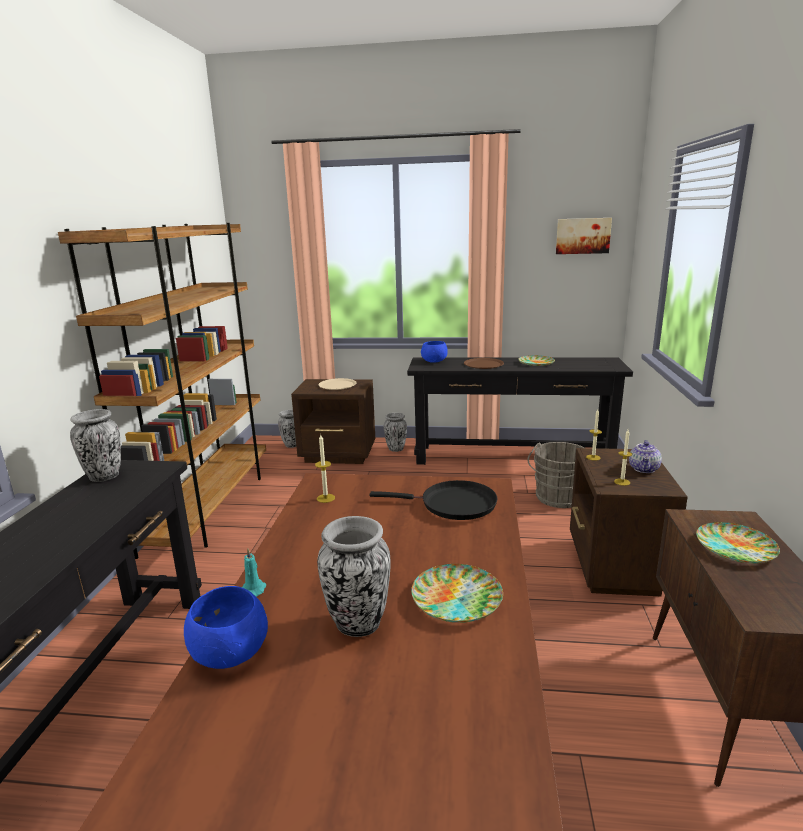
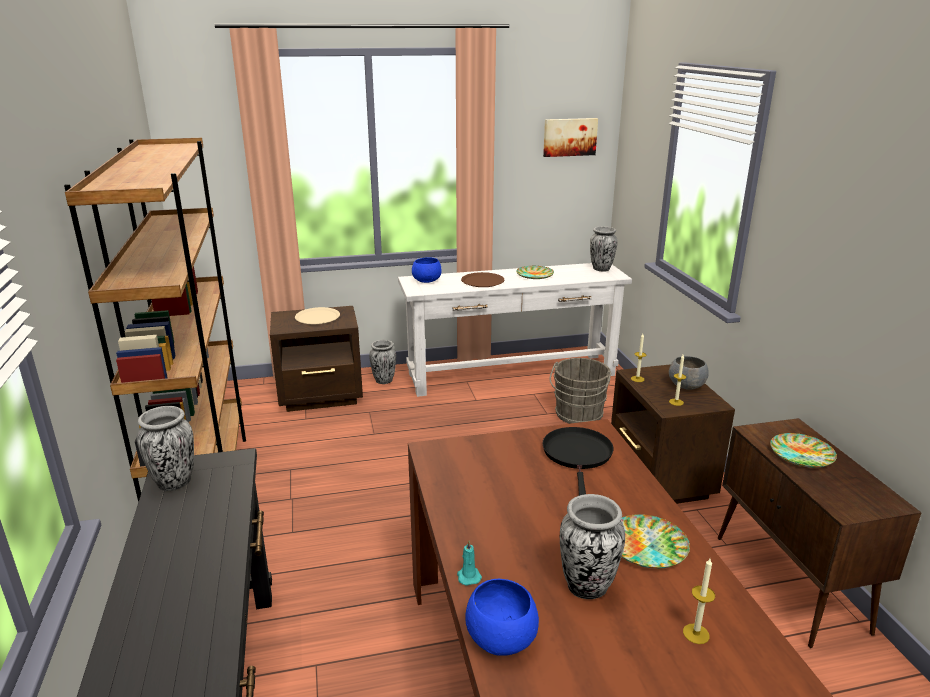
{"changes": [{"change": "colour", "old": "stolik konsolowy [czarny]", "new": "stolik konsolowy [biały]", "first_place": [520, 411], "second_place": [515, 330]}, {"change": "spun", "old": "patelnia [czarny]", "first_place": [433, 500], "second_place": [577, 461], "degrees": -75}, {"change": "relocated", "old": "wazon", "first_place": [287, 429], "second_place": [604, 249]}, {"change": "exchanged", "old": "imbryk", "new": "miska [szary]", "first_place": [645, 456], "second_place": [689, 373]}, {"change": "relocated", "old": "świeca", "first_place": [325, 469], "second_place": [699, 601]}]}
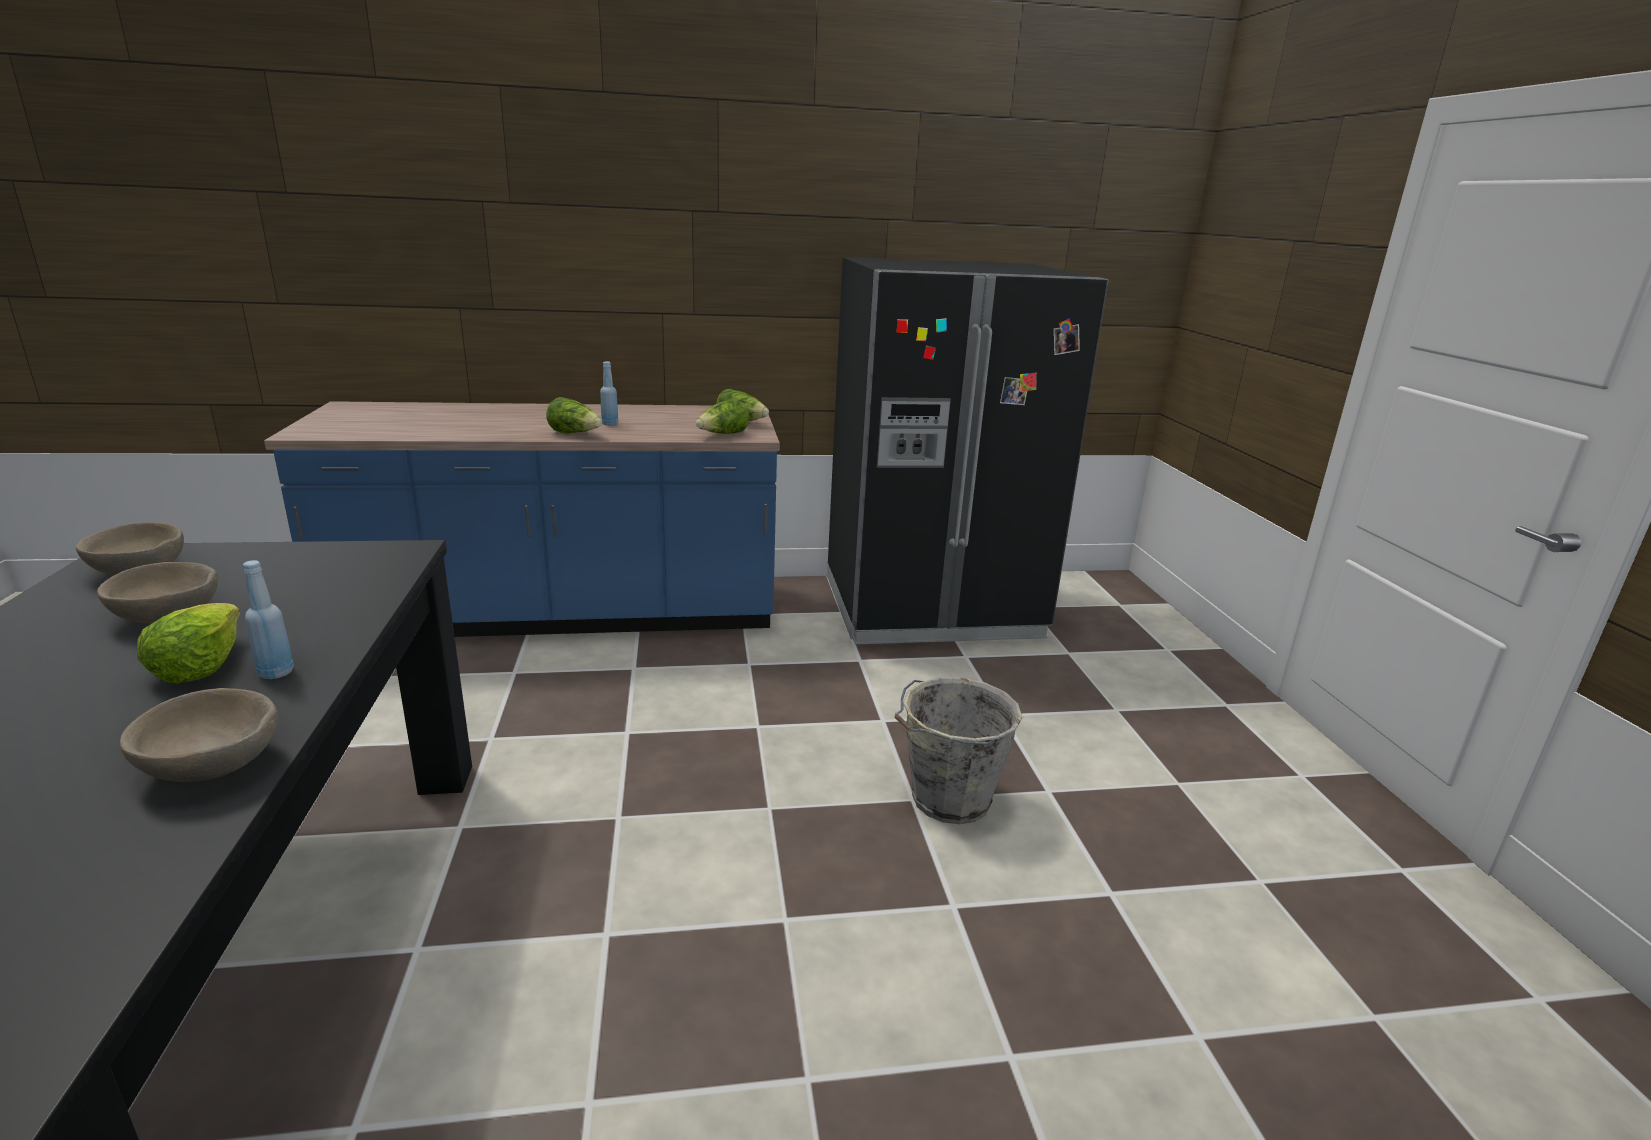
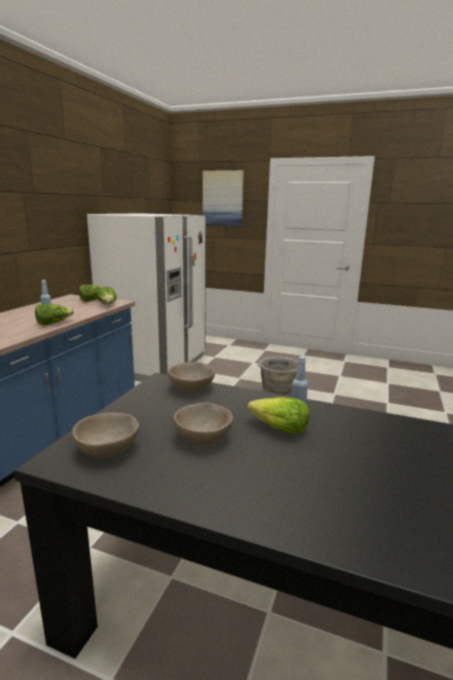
{"changes": [{"change": "colour", "old": "lodówka [czarny]", "new": "lodówka [biały]", "first_place": [968, 450], "second_place": [146, 297]}, {"change": "relocated", "old": "miska [beżowy]", "first_place": [199, 735], "second_place": [191, 377]}, {"change": "appeared", "new": "obraz", "second_place": [223, 198]}]}
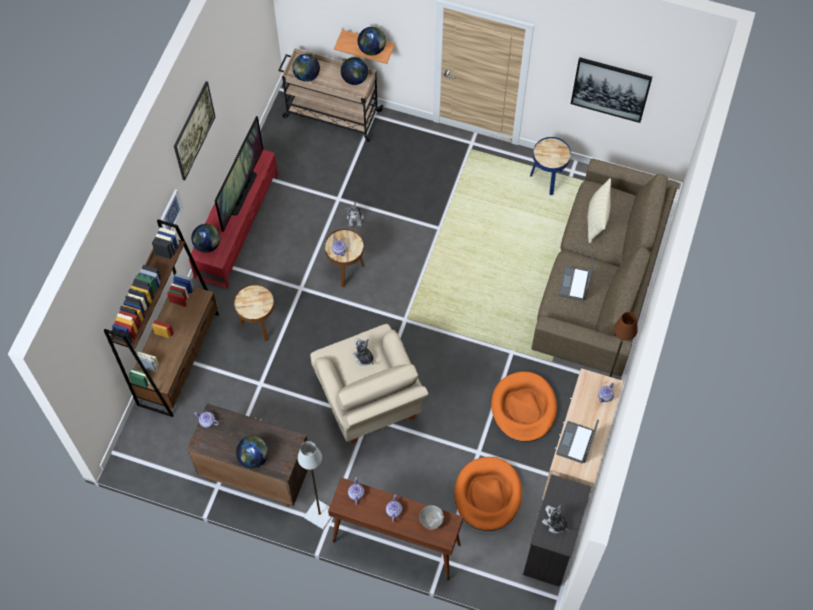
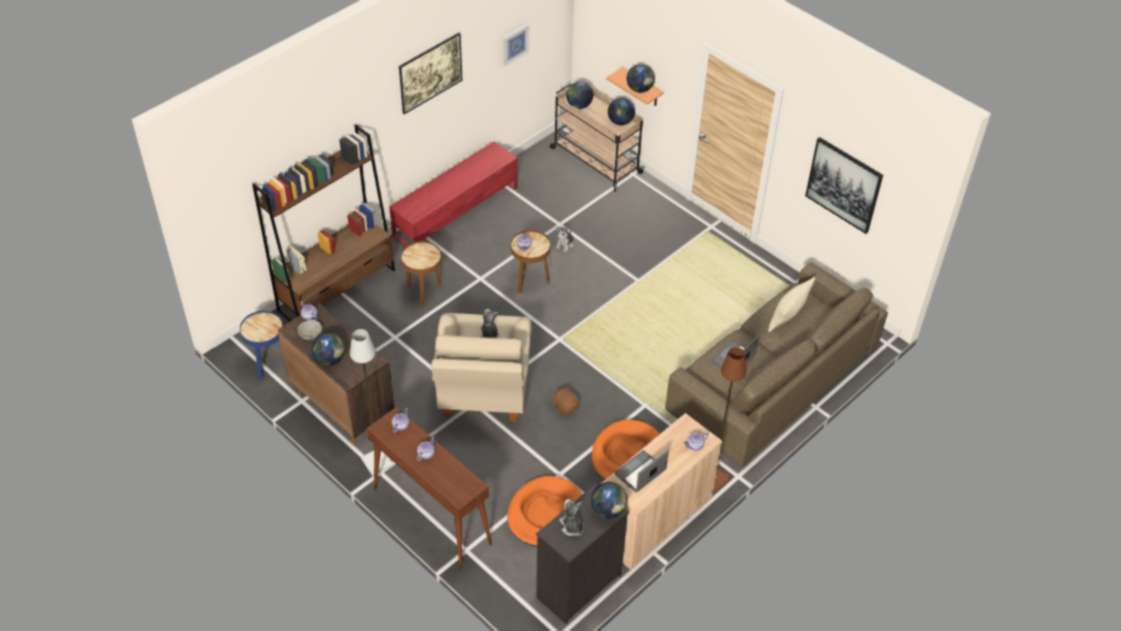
{"changes": [{"change": "relocated", "old": "stolik [niebieski]", "first_place": [550, 166], "second_place": [261, 345]}, {"change": "relocated", "old": "miska [szary]", "first_place": [431, 517], "second_place": [310, 330]}, {"change": "relocated", "old": "obraz", "first_place": [172, 210], "second_place": [516, 45]}, {"change": "appeared", "new": "pluszak [brązowy]", "second_place": [566, 401]}, {"change": "relocated", "old": "globus", "first_place": [205, 238], "second_place": [609, 500]}, {"change": "missing", "old": "telewizor", "first_place": [239, 174]}]}
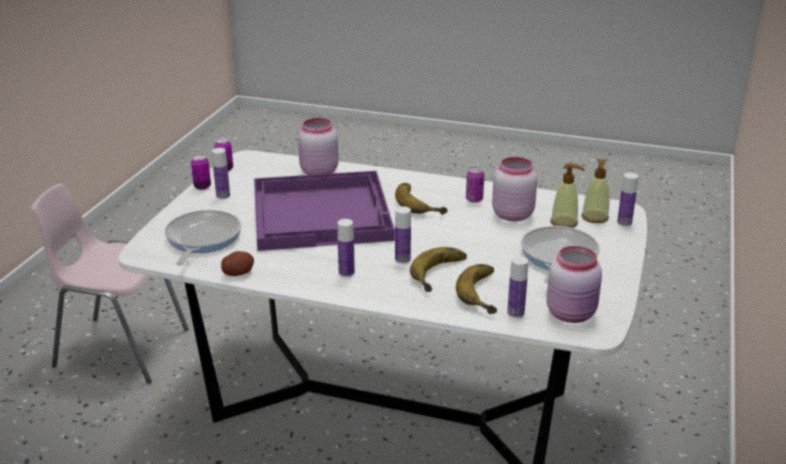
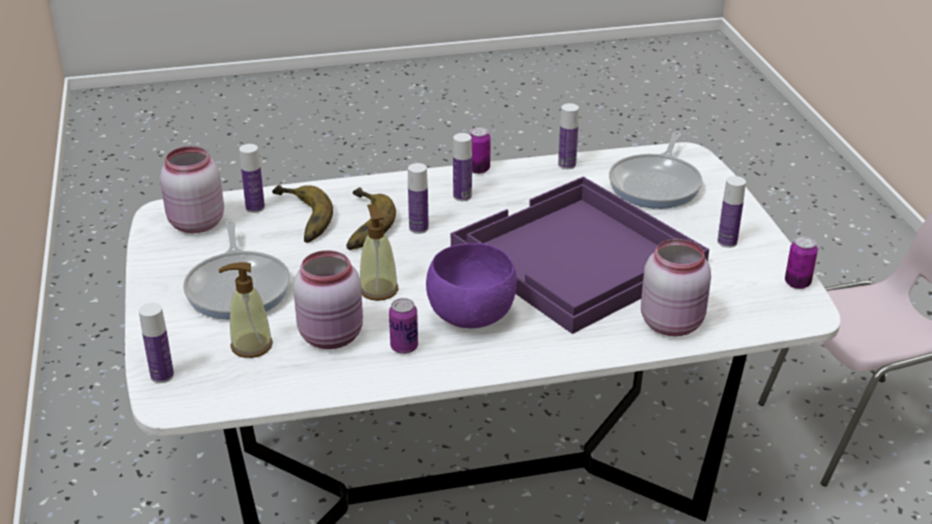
{"changes": [{"change": "relocated", "old": "dozownik mydła", "first_place": [596, 191], "second_place": [379, 252]}, {"change": "exchanged", "old": "banan", "new": "miska [fioletowy]", "first_place": [421, 199], "second_place": [471, 286]}, {"change": "relocated", "old": "puszka", "first_place": [201, 172], "second_place": [480, 150]}, {"change": "exchanged", "old": "ziemniak", "new": "butelka", "first_place": [237, 263], "second_place": [568, 136]}, {"change": "spun", "old": "patelnia", "first_place": [203, 237], "second_place": [655, 170], "degrees": 45}]}
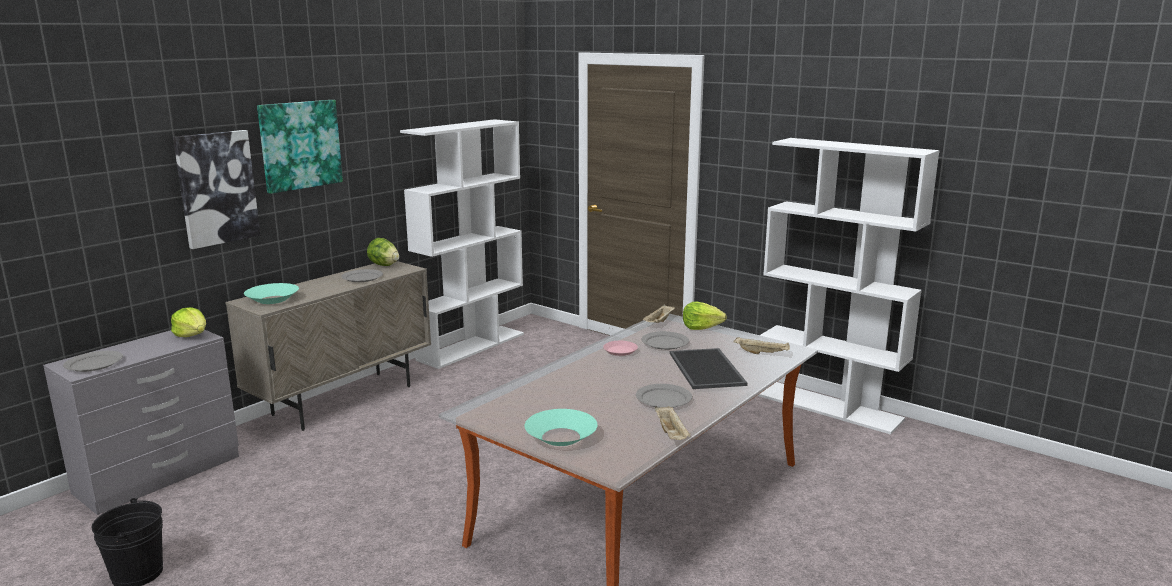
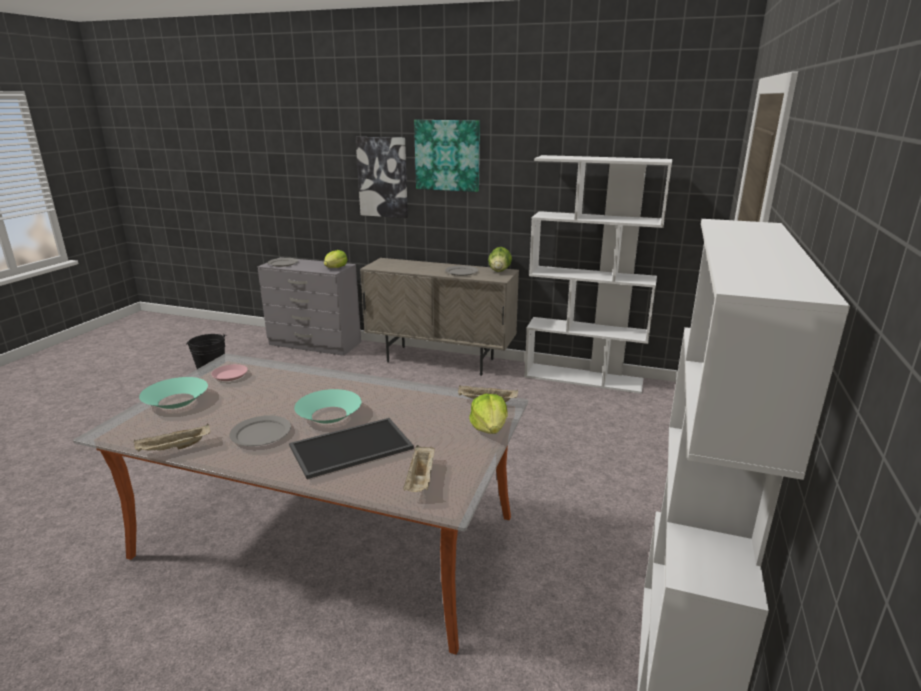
{"changes": [{"change": "relocated", "old": "talerz [różowy]", "first_place": [620, 348], "second_place": [229, 372]}, {"change": "relocated", "old": "miska [turkusowy]", "first_place": [271, 293], "second_place": [327, 406]}, {"change": "missing", "old": "talerz [szary]", "first_place": [665, 340]}]}
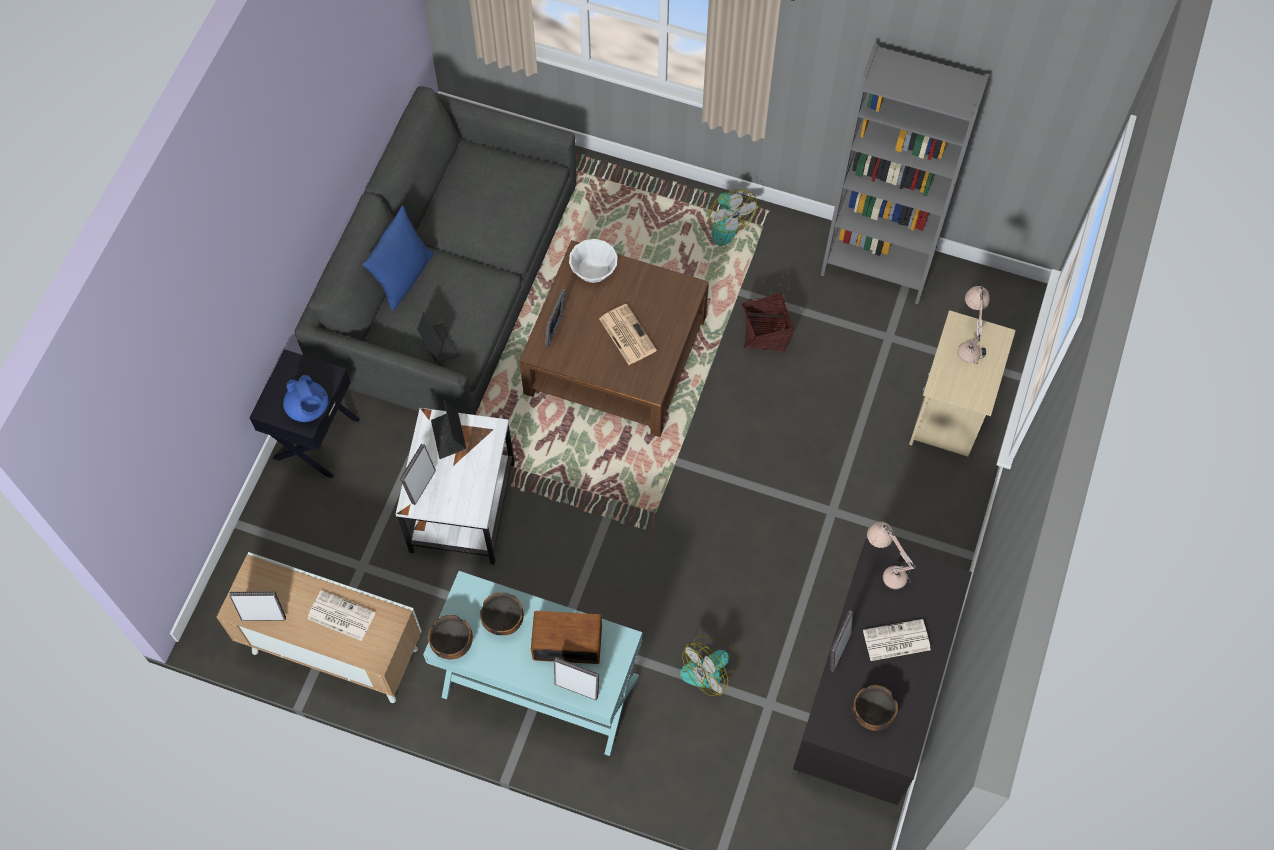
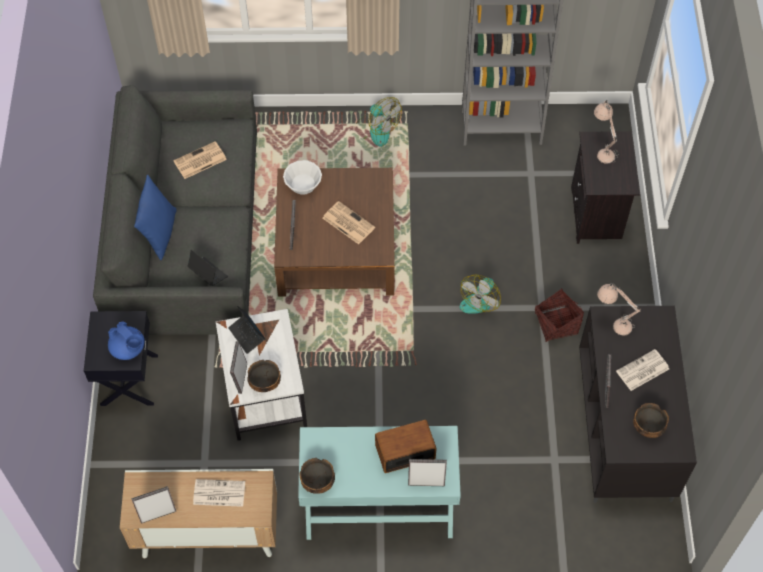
{"changes": [{"change": "appeared", "new": "gazeta", "second_place": [200, 160]}, {"change": "relocated", "old": "miska", "first_place": [502, 614], "second_place": [264, 376]}, {"change": "relocated", "old": "wentylator", "first_place": [709, 665], "second_place": [480, 294]}, {"change": "relocated", "old": "koszyk", "first_place": [768, 322], "second_place": [559, 315]}, {"change": "colour", "old": "szafka nocna [beżowy]", "new": "szafka nocna [czarny]", "first_place": [962, 383], "second_place": [605, 187]}]}
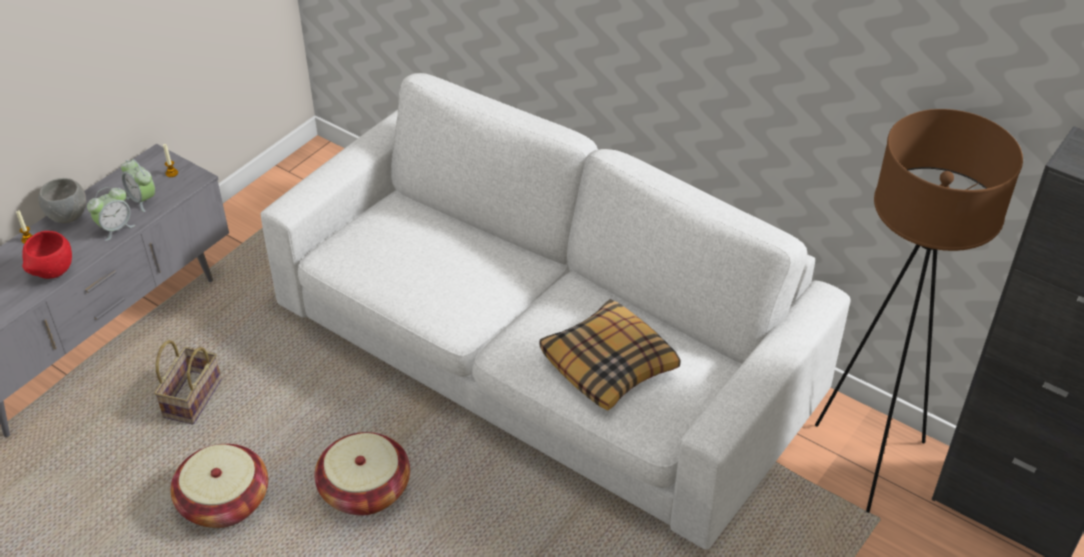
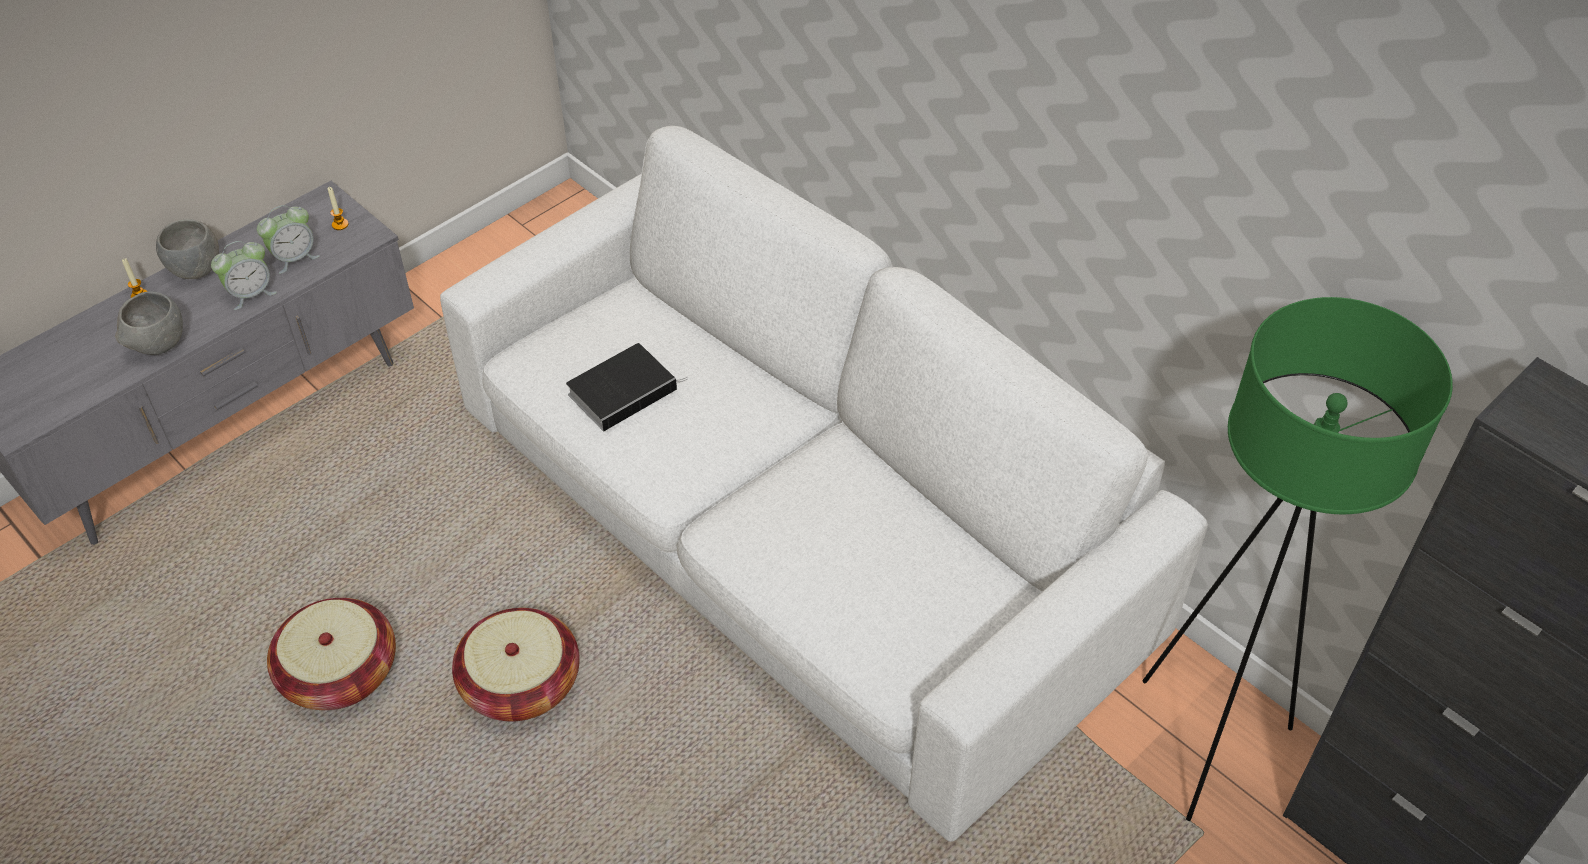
{"changes": [{"change": "colour", "old": "miska [czerwony]", "new": "miska [szary]", "first_place": [47, 255], "second_place": [149, 323]}, {"change": "spun", "old": "budzik", "first_place": [138, 185], "second_place": [288, 239], "degrees": -90}, {"change": "appeared", "new": "książka", "second_place": [627, 387]}, {"change": "colour", "old": "lampa stojąca [brązowy]", "new": "lampa stojąca [zielony]", "first_place": [919, 311], "second_place": [1298, 559]}, {"change": "missing", "old": "koszyk", "first_place": [188, 382]}, {"change": "missing", "old": "poduszka", "first_place": [610, 355]}]}
